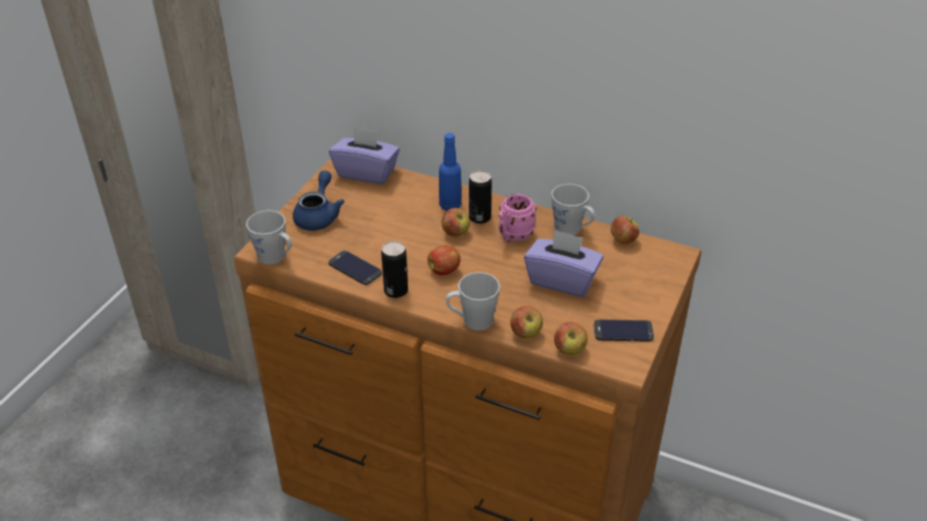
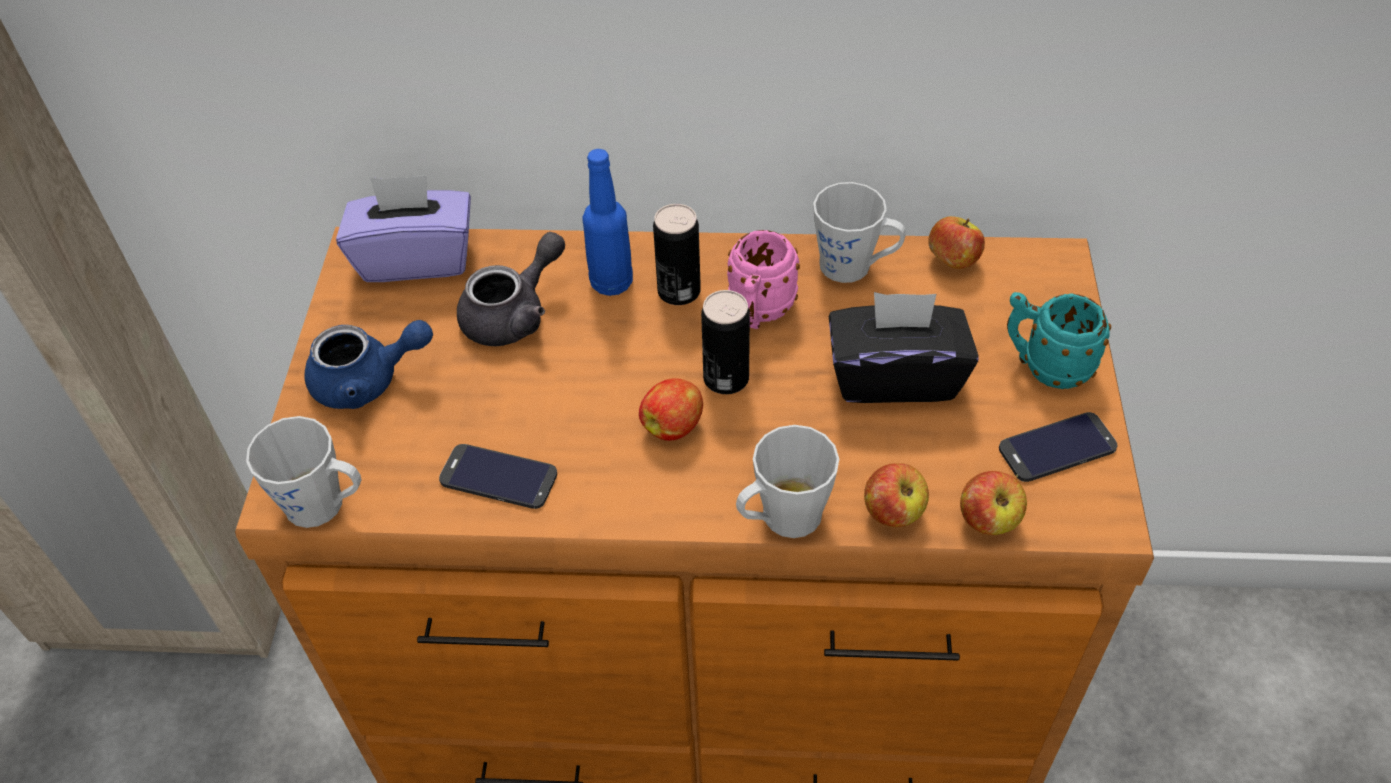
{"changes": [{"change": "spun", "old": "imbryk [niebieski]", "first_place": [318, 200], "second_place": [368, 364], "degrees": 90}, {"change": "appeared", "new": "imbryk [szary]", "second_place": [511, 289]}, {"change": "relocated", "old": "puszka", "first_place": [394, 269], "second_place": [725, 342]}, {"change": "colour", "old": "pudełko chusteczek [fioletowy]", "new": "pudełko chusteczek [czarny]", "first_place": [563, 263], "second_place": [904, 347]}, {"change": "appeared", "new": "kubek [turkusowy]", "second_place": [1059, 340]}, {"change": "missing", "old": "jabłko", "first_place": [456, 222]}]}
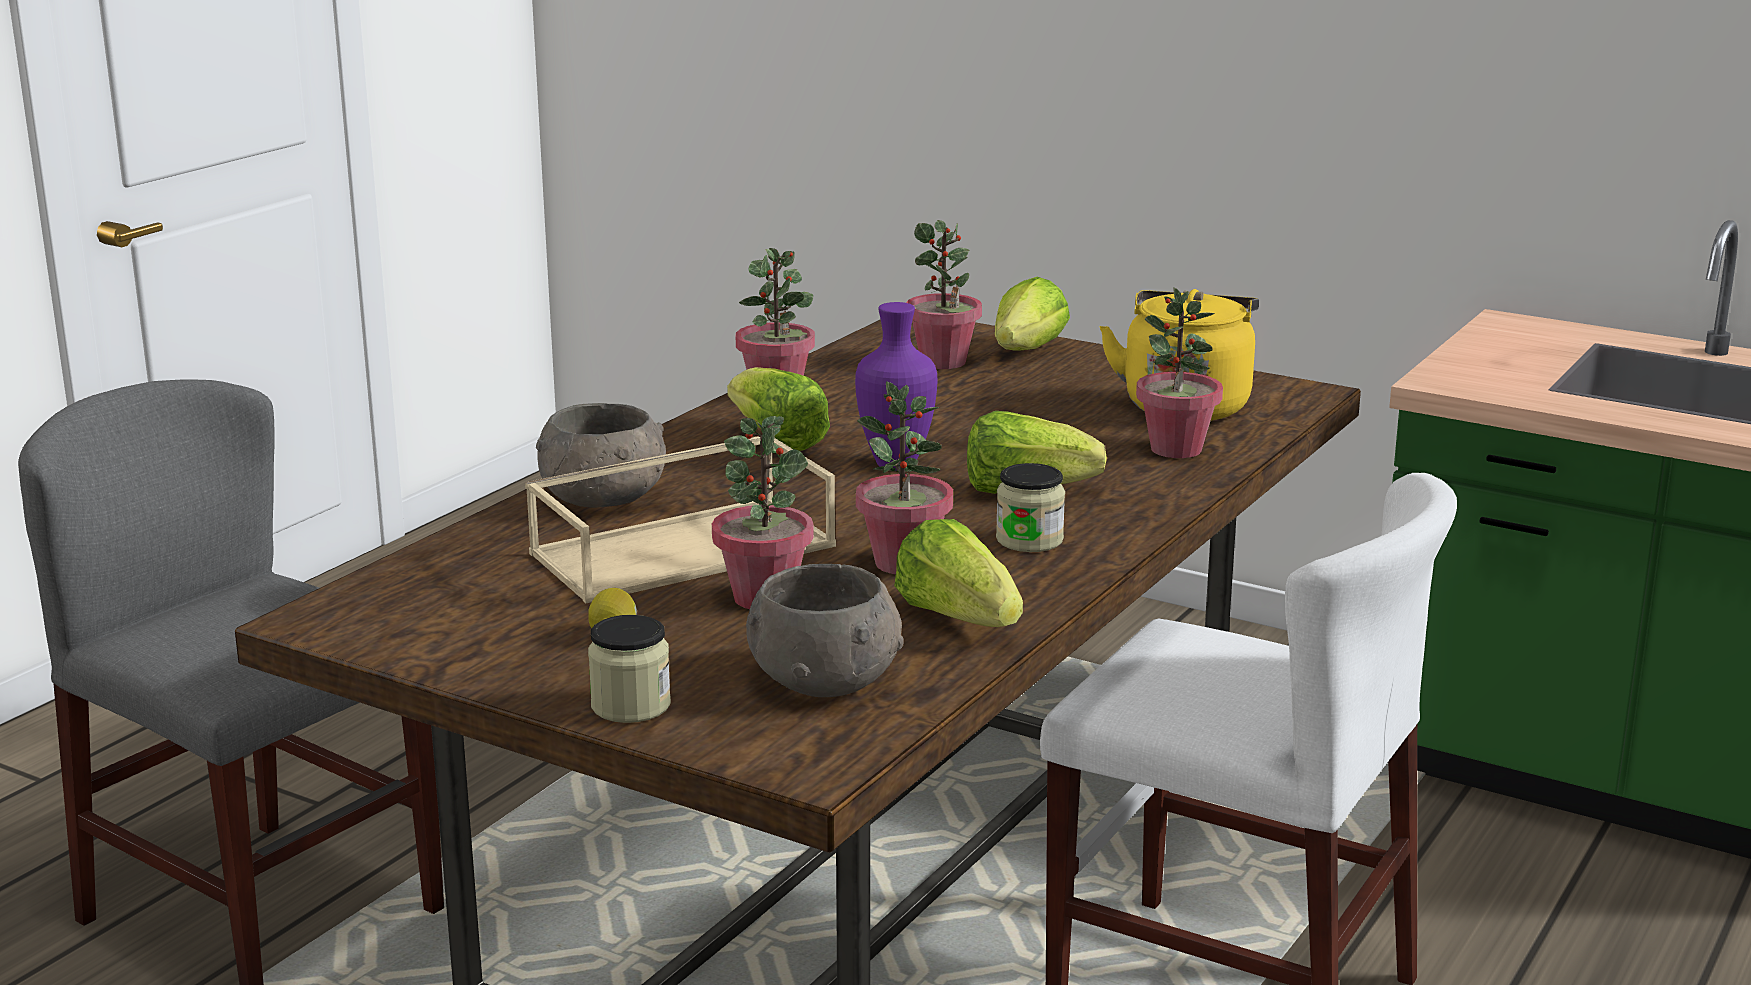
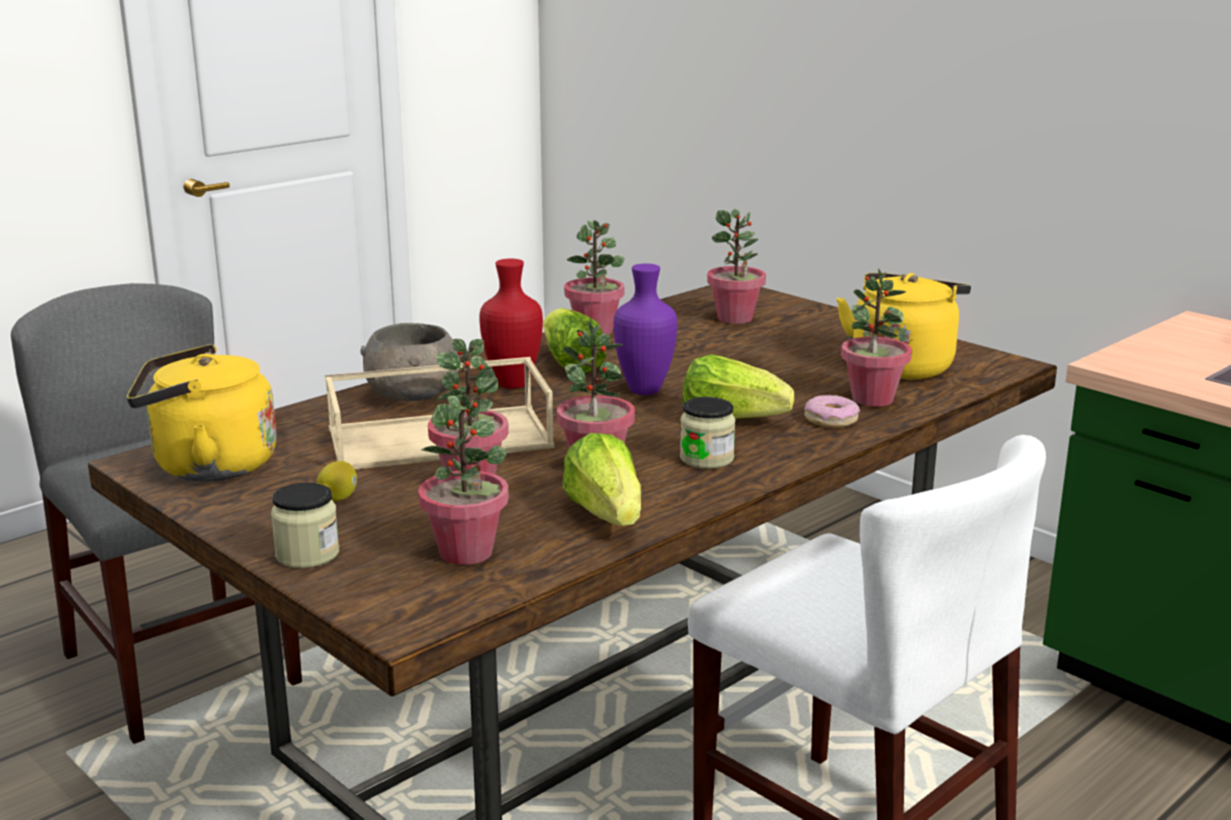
{"changes": [{"change": "appeared", "new": "czajnik [żółty]", "second_place": [202, 412]}, {"change": "exchanged", "old": "miska [szary]", "new": "roślina doniczkowa", "first_place": [824, 630], "second_place": [463, 479]}, {"change": "appeared", "new": "wazon [czerwony]", "second_place": [511, 324]}, {"change": "appeared", "new": "donut", "second_place": [832, 411]}, {"change": "missing", "old": "sałata", "first_place": [1032, 314]}]}
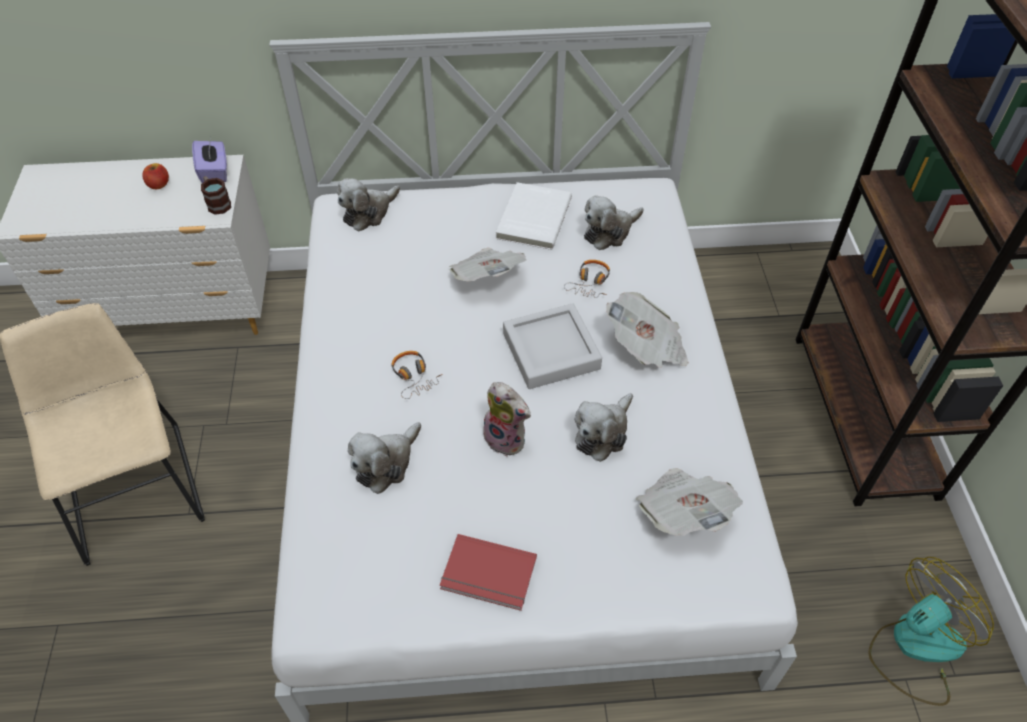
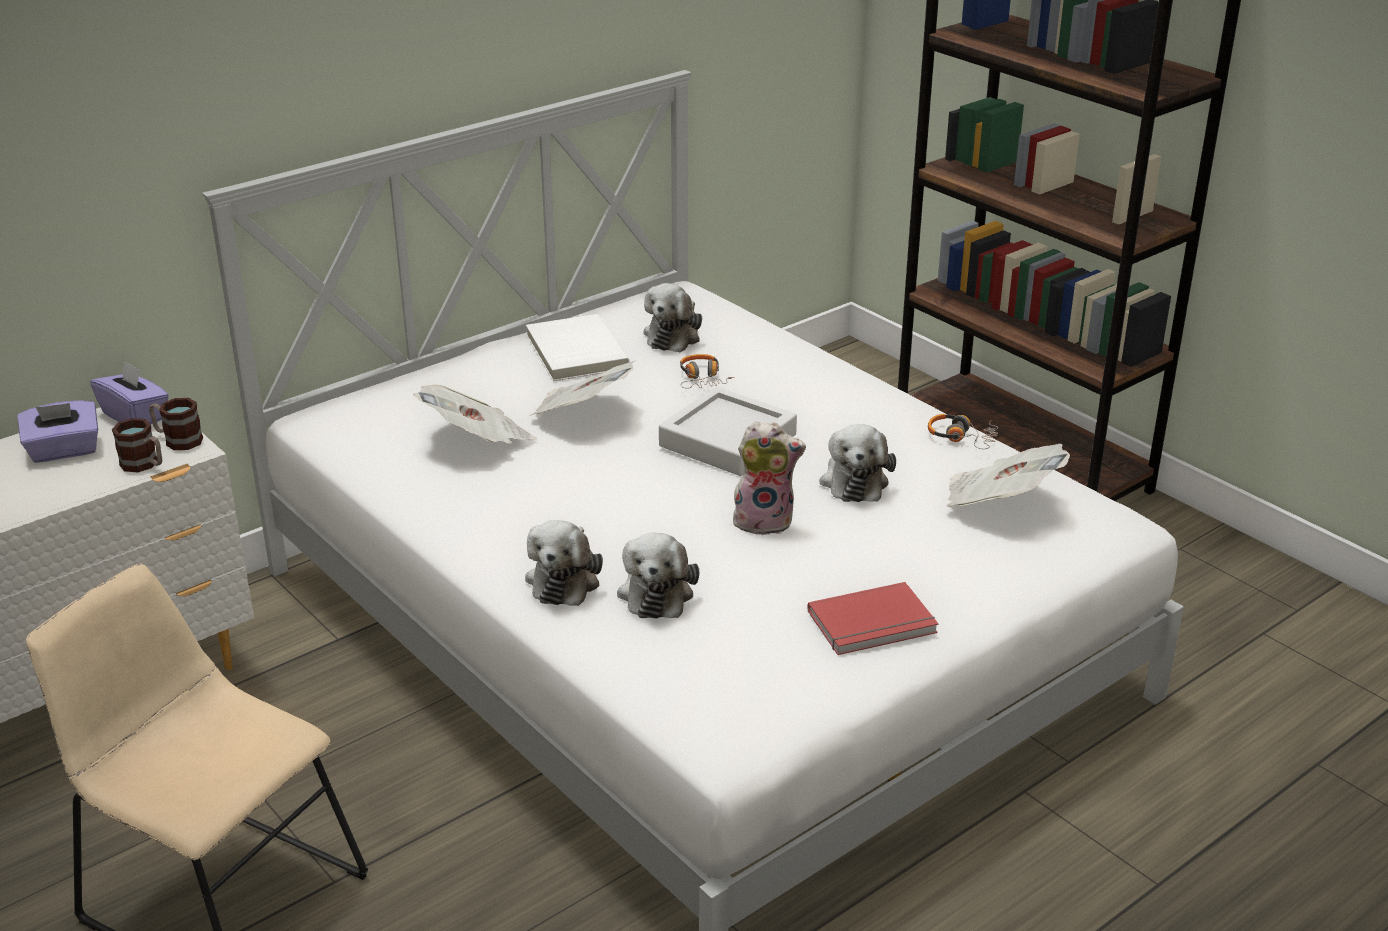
{"changes": [{"change": "exchanged", "old": "jabłko", "new": "pudełko chusteczek [fioletowy]", "first_place": [155, 176], "second_place": [57, 431]}, {"change": "appeared", "new": "kubek", "second_place": [137, 445]}, {"change": "relocated", "old": "gazeta", "first_place": [647, 330], "second_place": [475, 414]}, {"change": "relocated", "old": "pluszak", "first_place": [368, 205], "second_place": [564, 563]}, {"change": "relocated", "old": "słuchawki", "first_place": [417, 375], "second_place": [963, 431]}, {"change": "missing", "old": "wentylator", "first_place": [931, 631]}]}
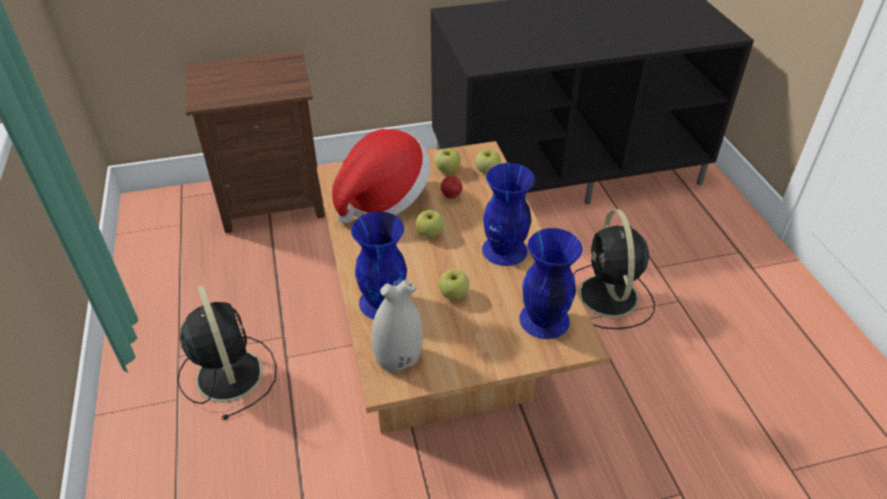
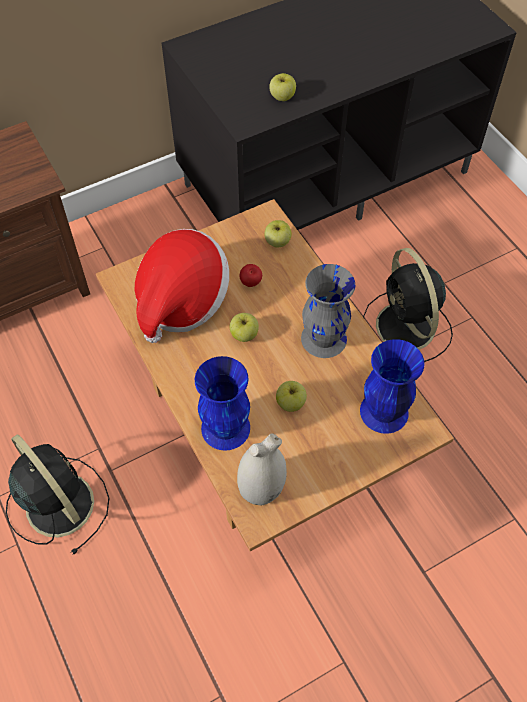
{"changes": [{"change": "relocated", "old": "jabłko", "first_place": [448, 161], "second_place": [282, 87]}, {"change": "colour", "old": "wazon [niebieski]", "new": "wazon [szary]", "first_place": [508, 214], "second_place": [328, 311]}]}
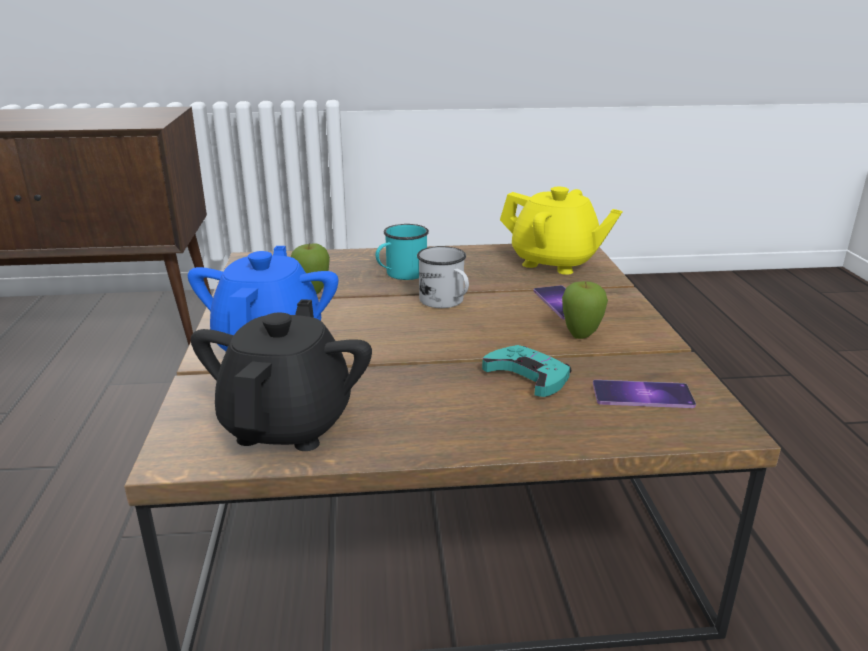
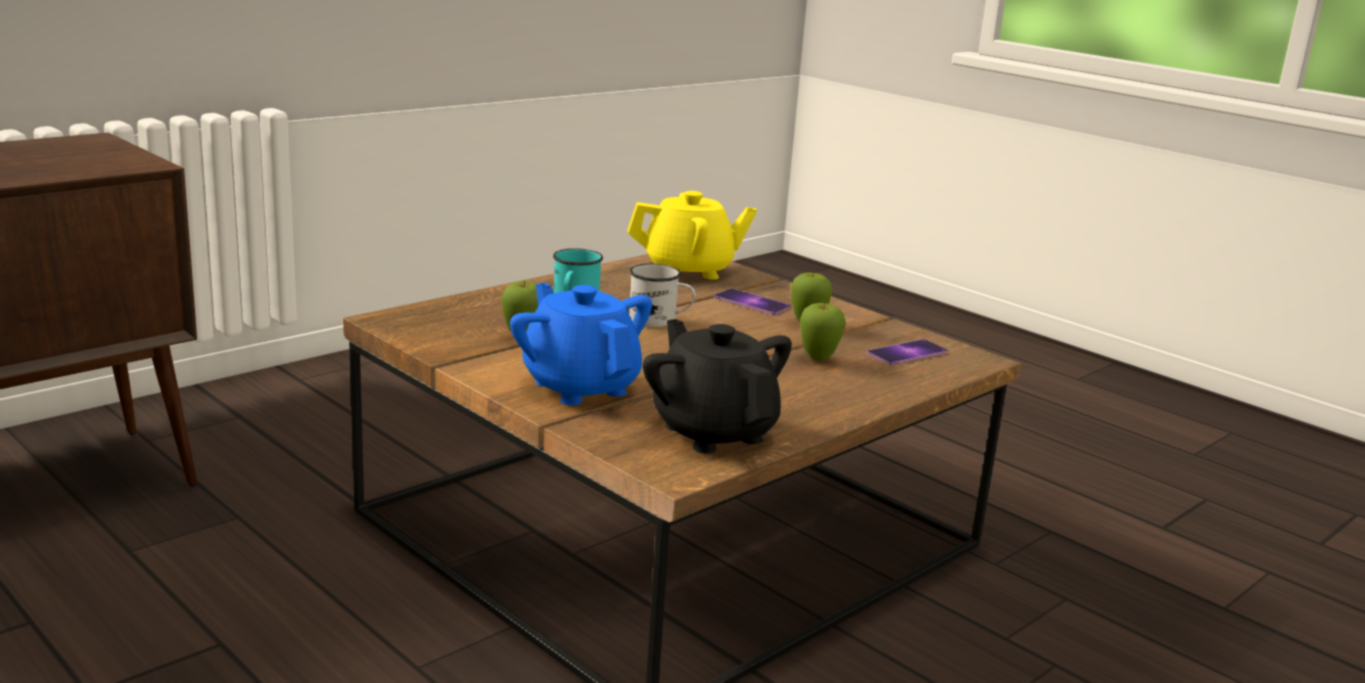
{"changes": [{"change": "exchanged", "old": "pad do gier [turkusowy]", "new": "jabłko", "first_place": [526, 371], "second_place": [823, 332]}]}
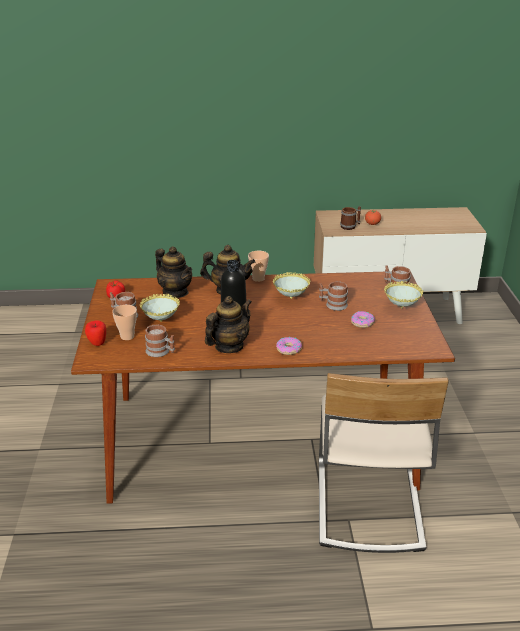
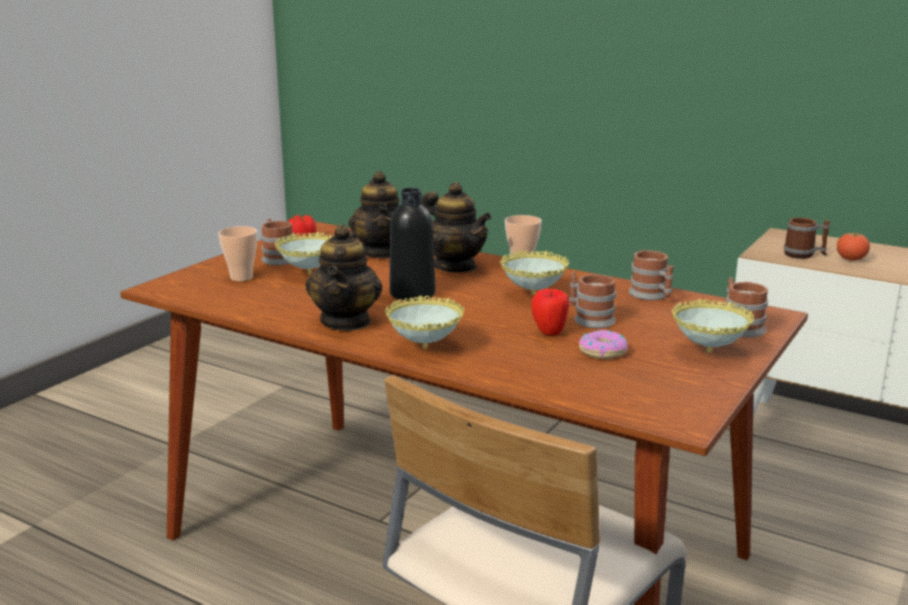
{"changes": [{"change": "spun", "old": "imbryk", "first_place": [228, 324], "second_place": [344, 277], "degrees": 105}, {"change": "exchanged", "old": "donut", "new": "miska", "first_place": [289, 346], "second_place": [424, 322]}, {"change": "relocated", "old": "jabłko", "first_place": [95, 333], "second_place": [550, 312]}, {"change": "relocated", "old": "kubek", "first_place": [160, 340], "second_place": [651, 275]}]}
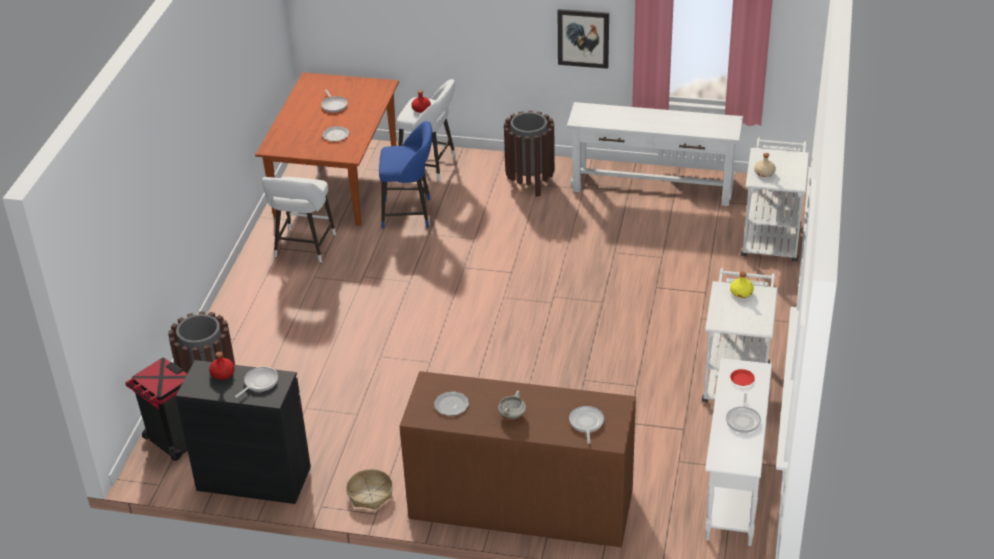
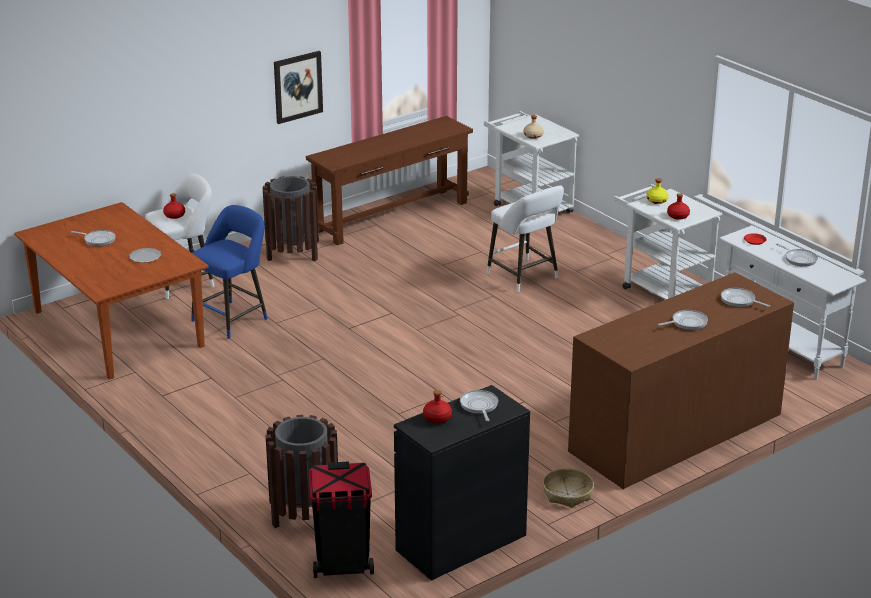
{"changes": [{"change": "colour", "old": "stolik konsolowy [biały]", "new": "stolik konsolowy [brązowy]", "first_place": [655, 154], "second_place": [389, 180]}, {"change": "relocated", "old": "stołek [biały]", "first_place": [299, 220], "second_place": [525, 239]}, {"change": "exchanged", "old": "garnek [biały]", "new": "patelnia", "first_place": [512, 405], "second_place": [683, 320]}, {"change": "appeared", "new": "butelka [czerwony]", "second_place": [678, 206]}, {"change": "missing", "old": "talerz", "first_place": [451, 403]}]}
